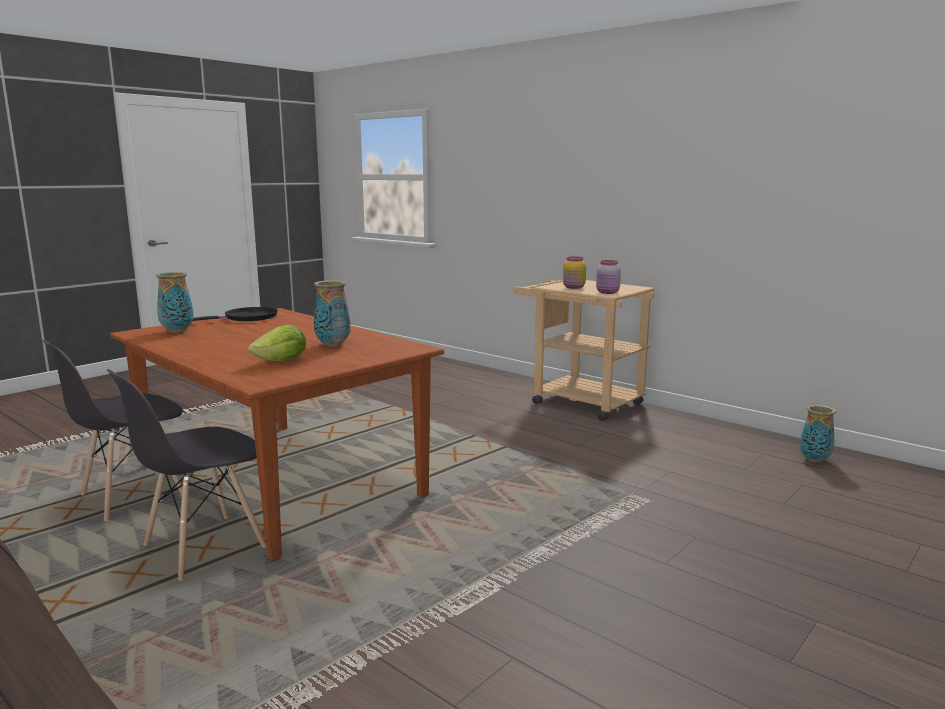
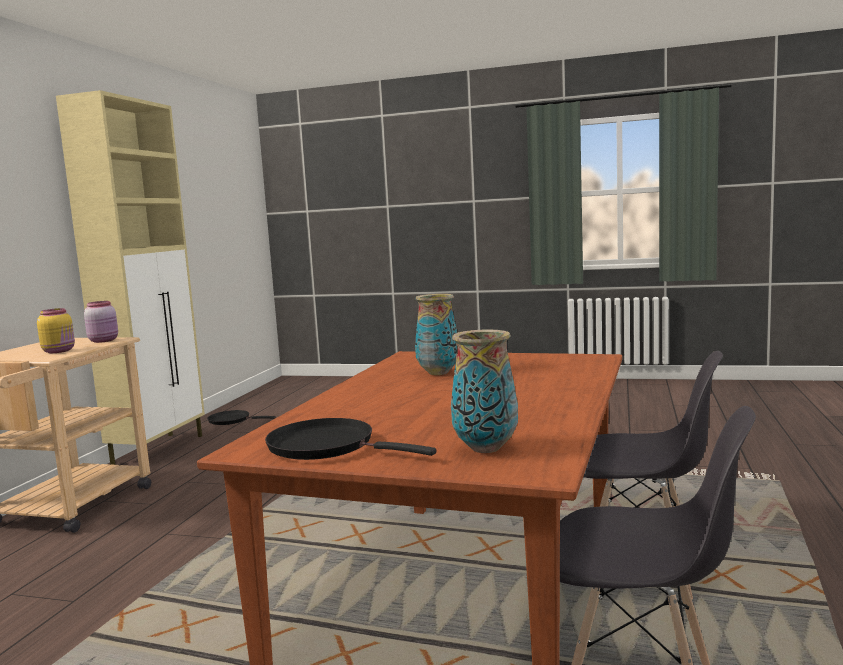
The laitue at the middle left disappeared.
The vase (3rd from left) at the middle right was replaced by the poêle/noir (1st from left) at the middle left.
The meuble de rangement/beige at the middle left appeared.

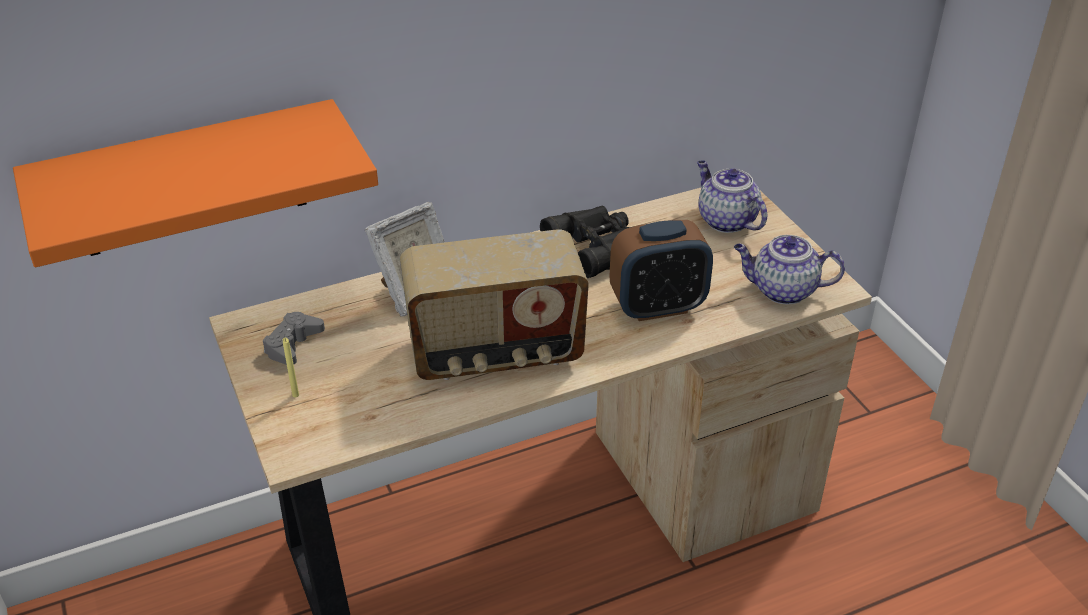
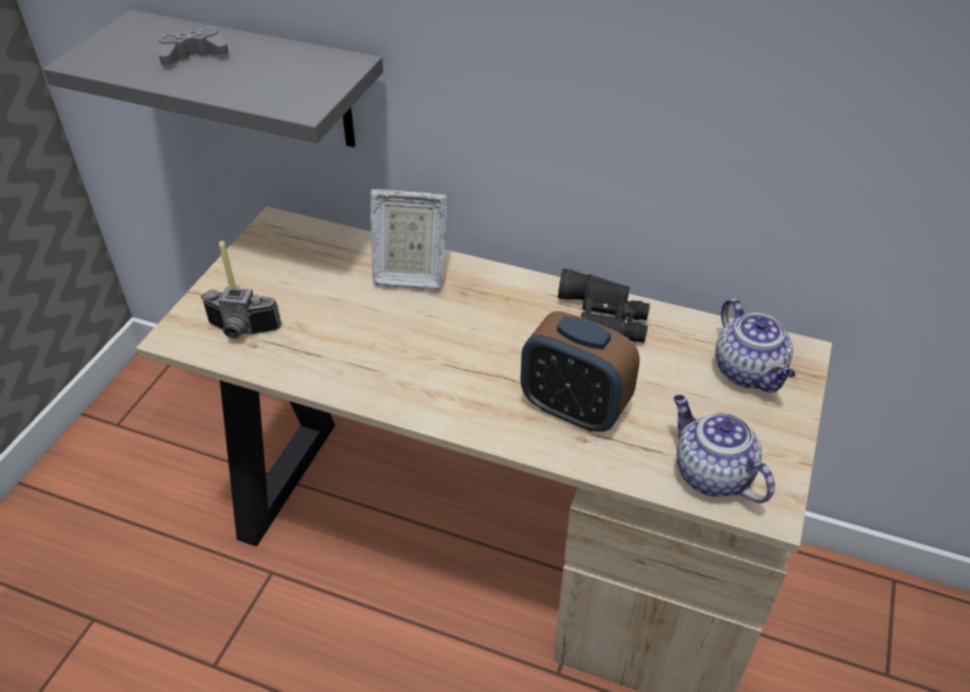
The étagère/orange at the top left became the étagère/gris at the top left.
The théière (1st from left in the first image) at the top right turned 150 degrees clockwise.
The radio at the centre disappeared.
The manette/gris moved from the middle left to the top left.
The appareil photo at the middle left appeared.

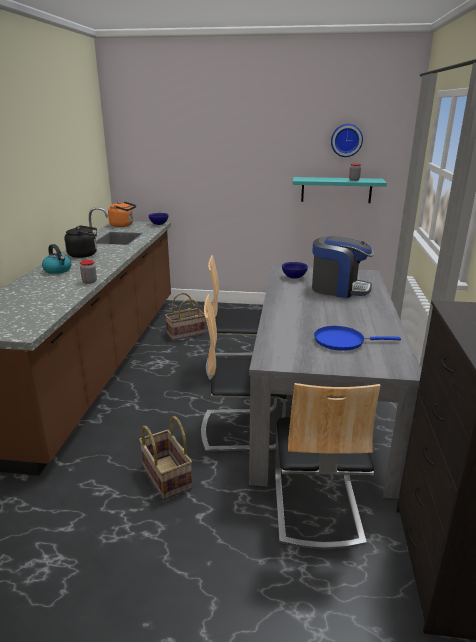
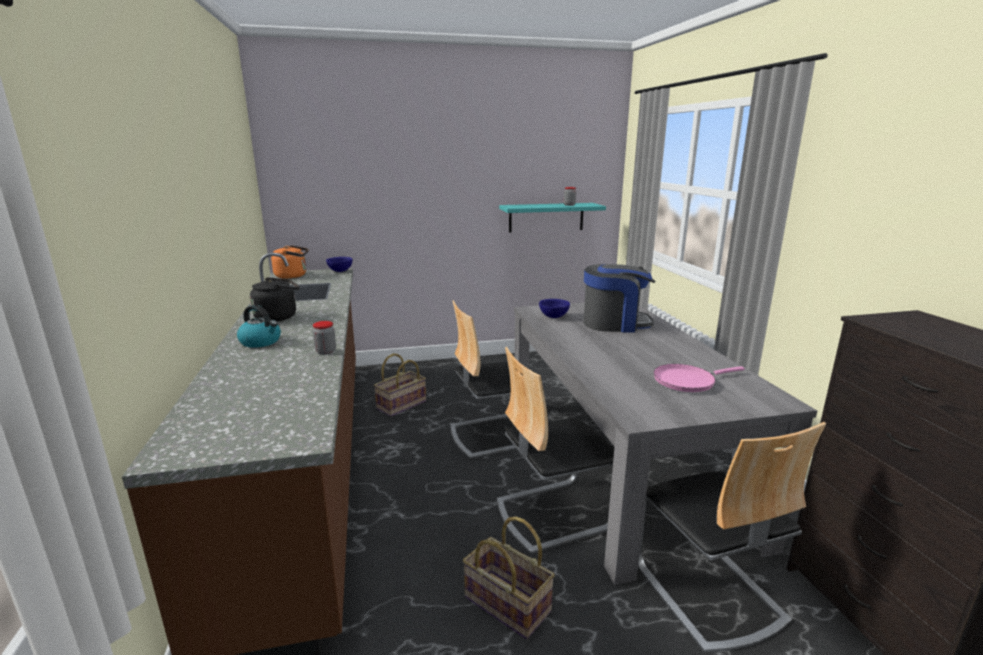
The horloge murale at the top right disappeared.
The poêle/bleu at the middle right became the poêle/rose at the middle right.

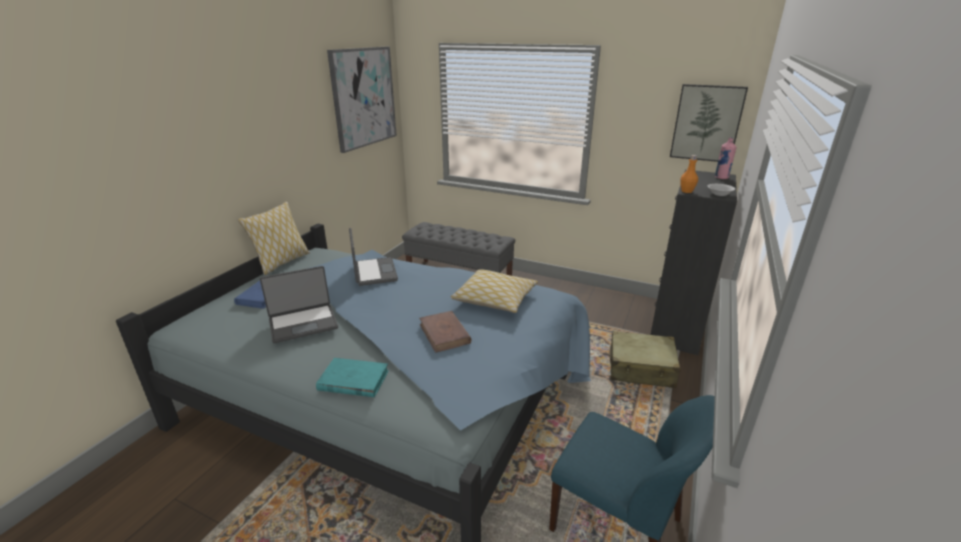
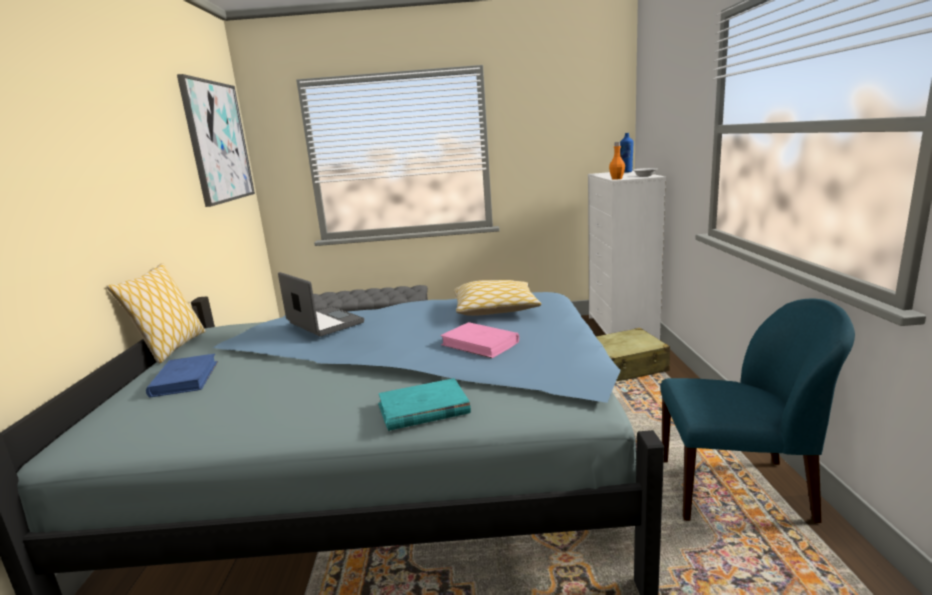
The tableau (2nd from left) at the top right disappeared.
The bouteille/rose at the top right became the bouteille/bleu at the top right.
The commode/noir at the middle right became the commode/blanc at the middle right.
The ordinateur portable (1st from left) at the middle left disappeared.
The livre/marron at the centre became the livre/rose at the centre.

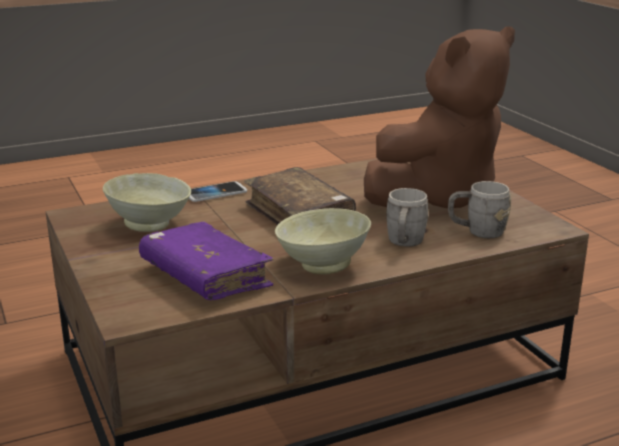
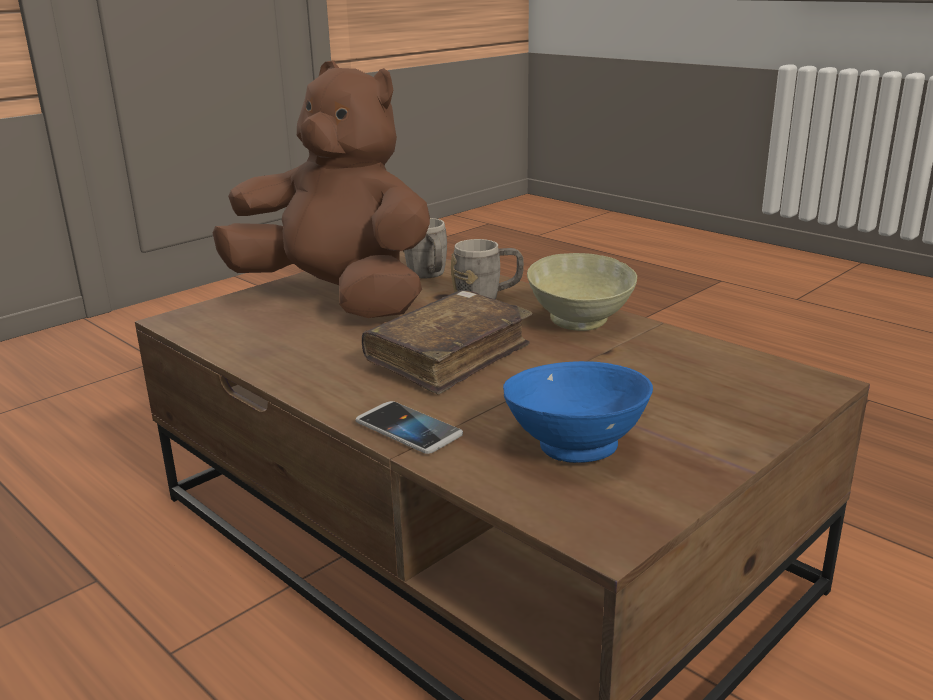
The bol/beige (1st from left) at the middle left became the bol/bleu at the centre.
The livre/violet at the middle left disappeared.

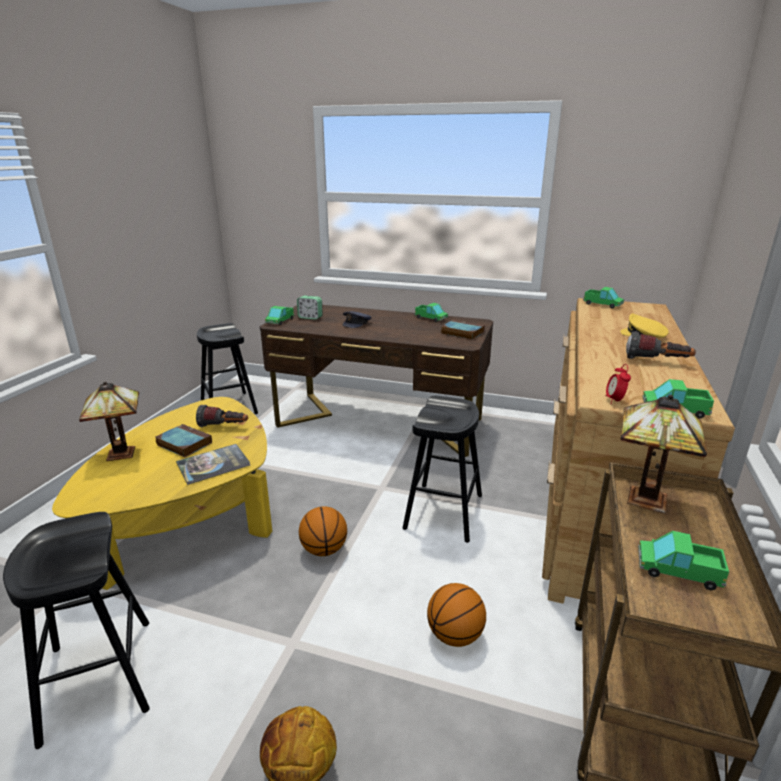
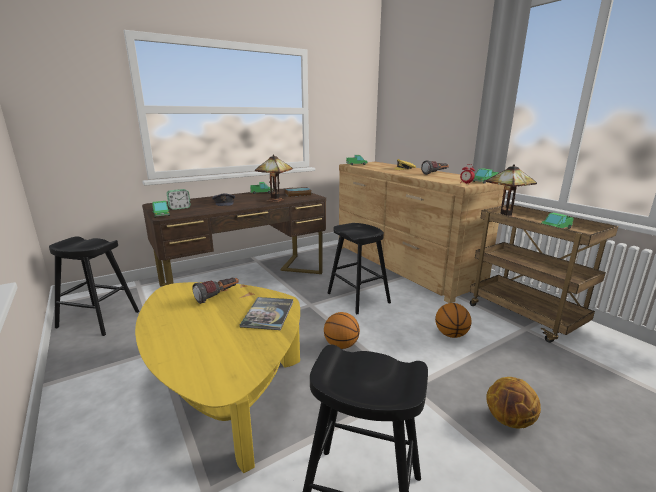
The lampe de table (1st from left) moved from the middle left to the centre.
The livre (1st from left) at the middle left disappeared.

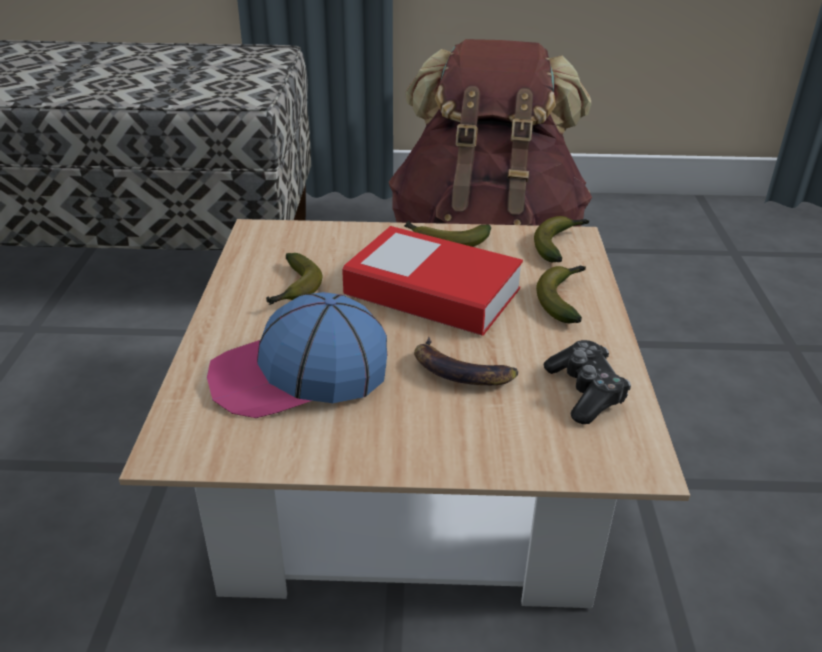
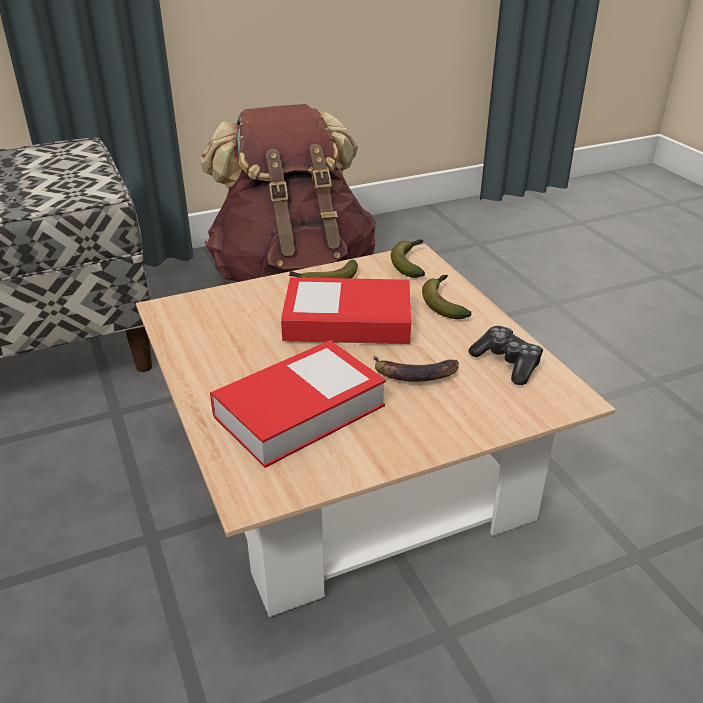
The banane (1st from left) at the centre disappeared.
The casquette at the centre was replaced by the livre (1st from left) at the centre.

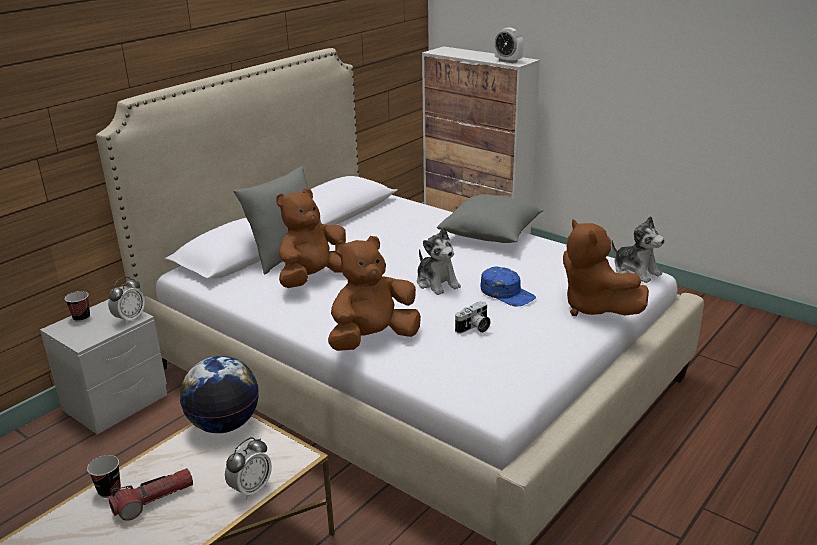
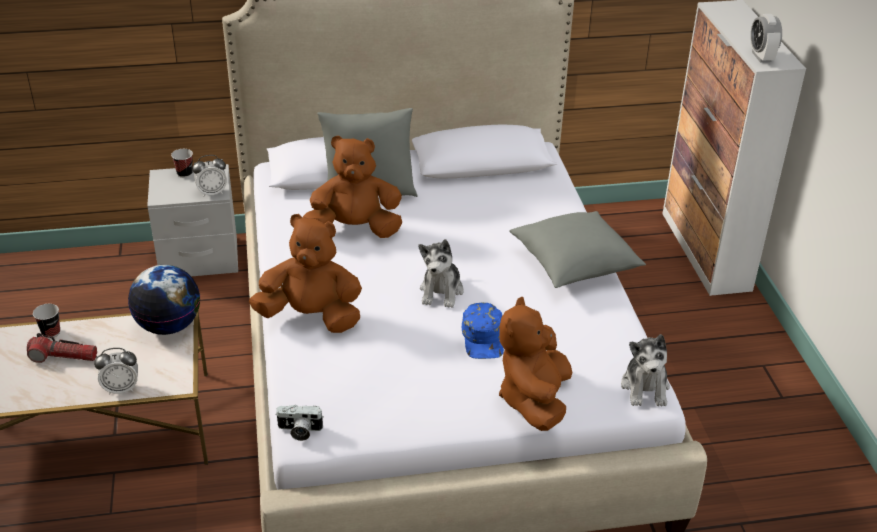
The appareil photo moved from the centre to the bottom centre.

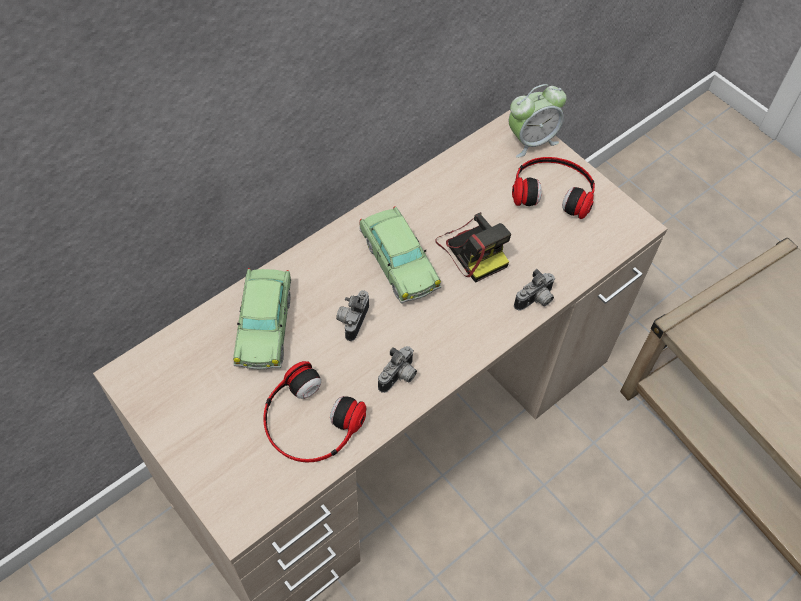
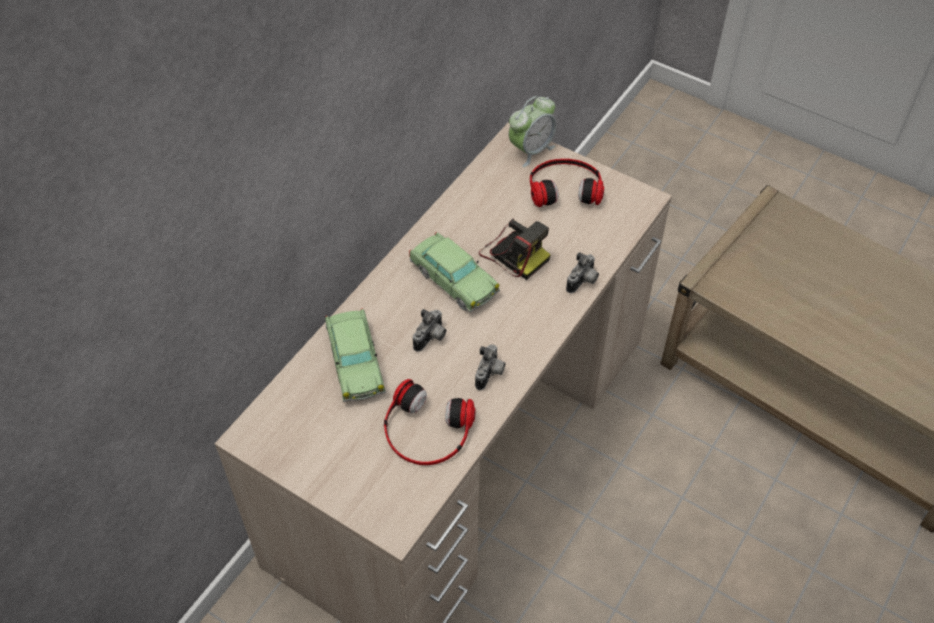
The appareil photo (1st from left) at the centre turned 150 degrees counterclockwise.

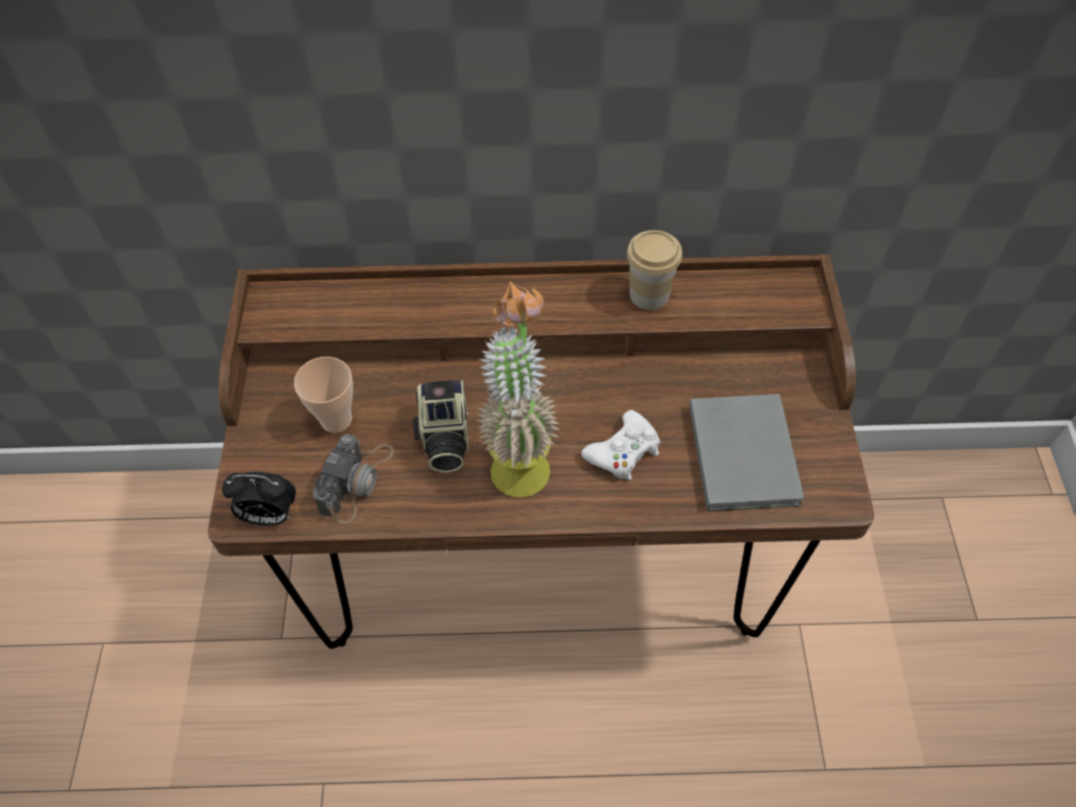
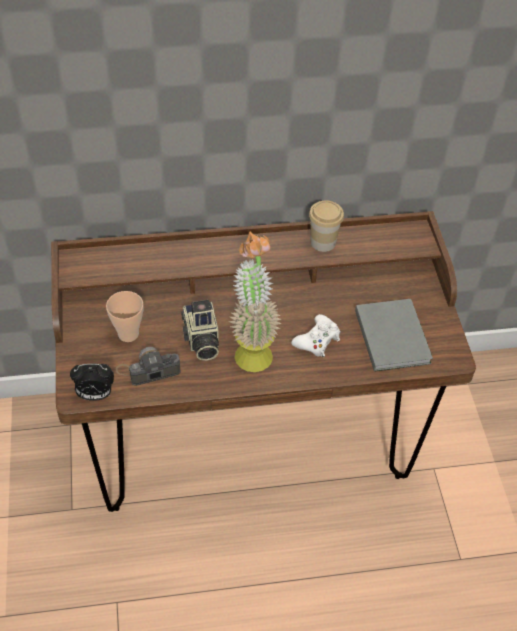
The appareil photo (1st from left) at the middle left turned 120 degrees counterclockwise.

